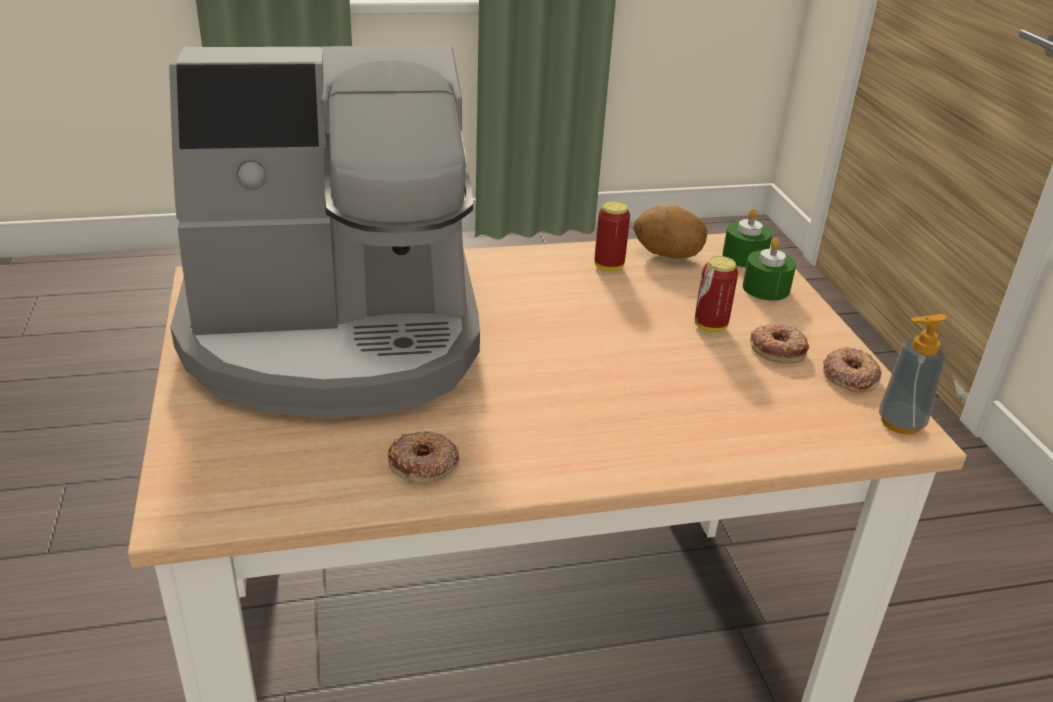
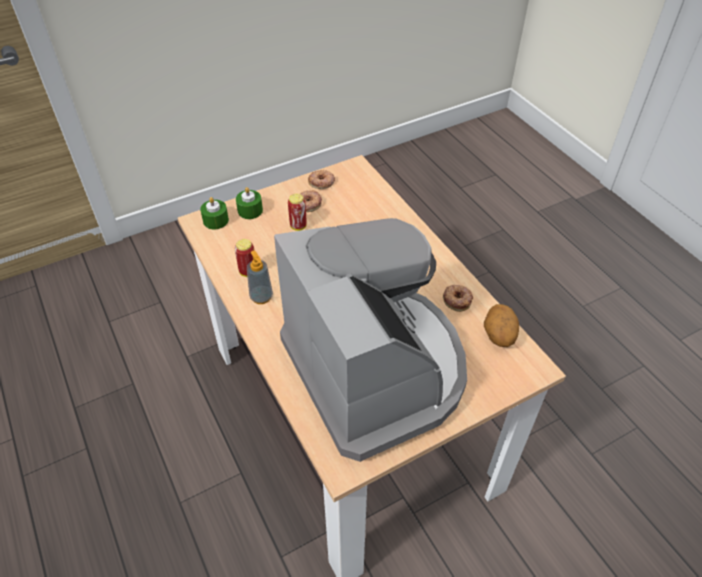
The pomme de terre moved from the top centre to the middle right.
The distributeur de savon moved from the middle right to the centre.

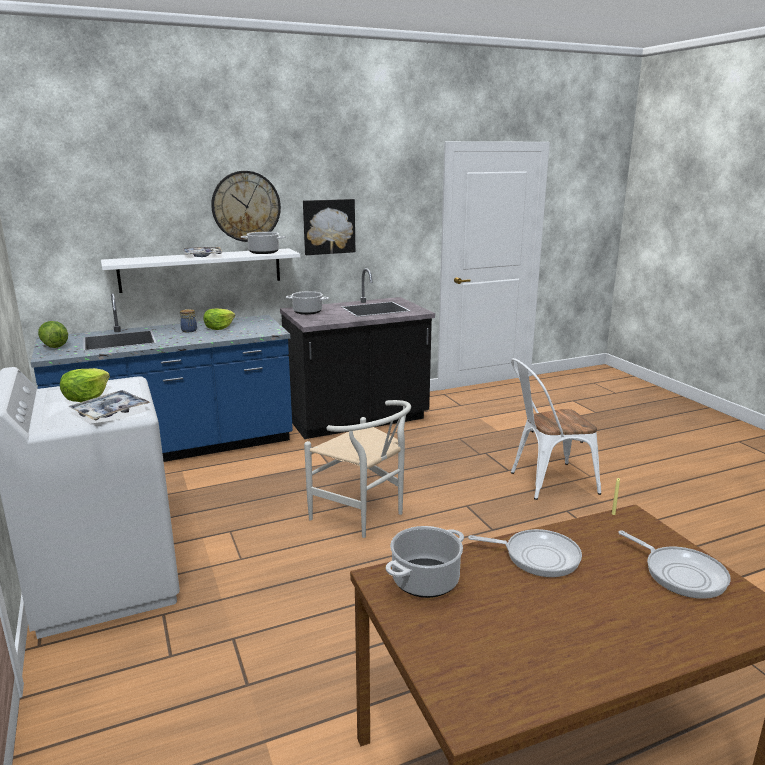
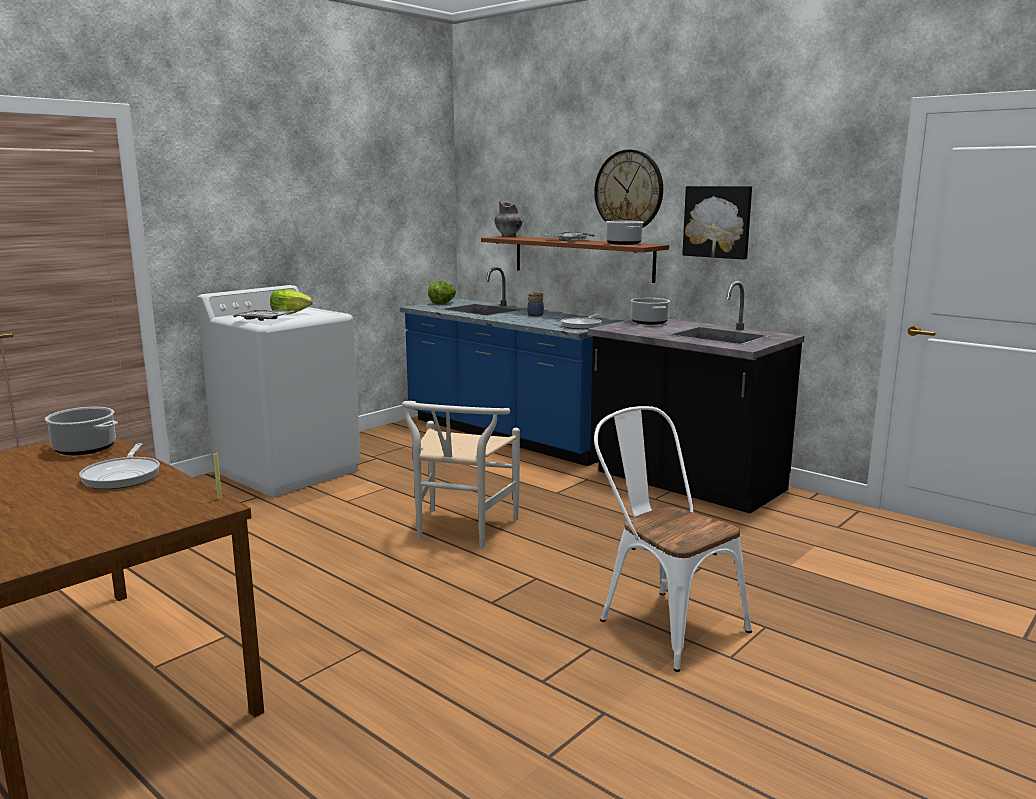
The étagère/blanc at the middle left became the étagère/marron at the top centre.
The laitue (3rd from left) at the middle left disappeared.
The poêle (2nd from left) moved from the bottom right to the centre.
The vase/gris at the top centre appeared.

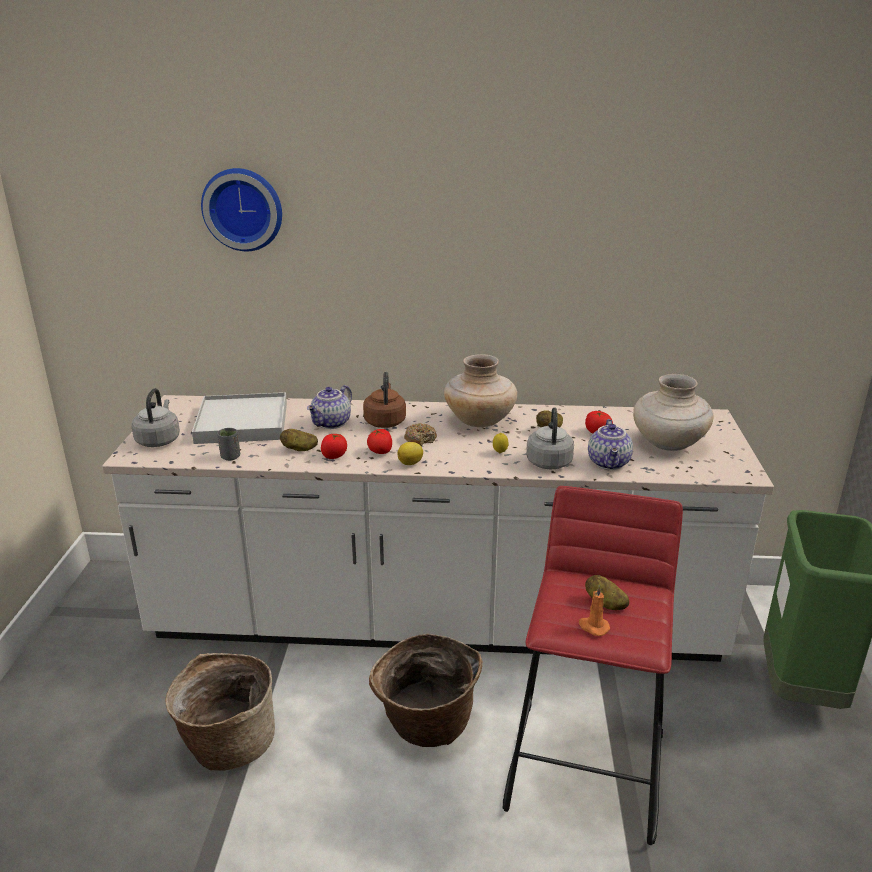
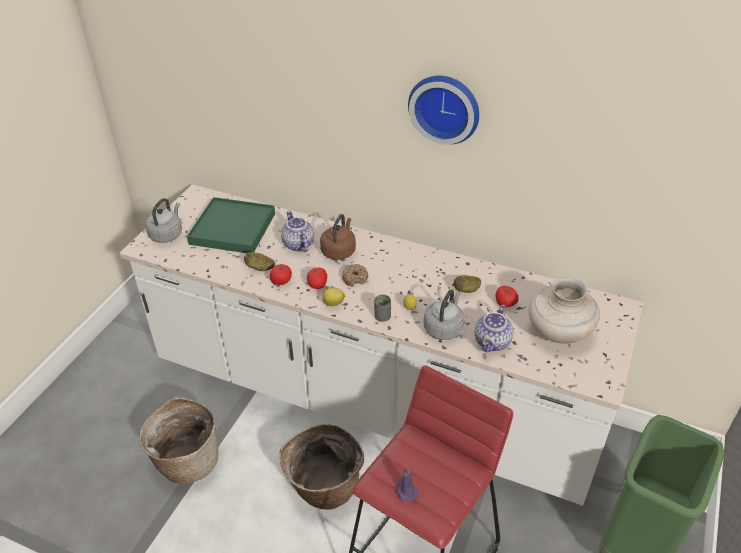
The horloge murale moved from the top left to the top centre.
The vase/beige (1st from left) at the centre disappeared.
The théière (1st from left) at the centre turned 105 degrees clockwise.
The plateau/blanc at the middle left became the plateau/vert at the middle left.
The tasse/gris moved from the middle left to the centre.
The pomme de terre (3rd from left) at the bottom right disappeared.
The bougie/orange at the bottom right became the bougie/violet at the bottom centre.

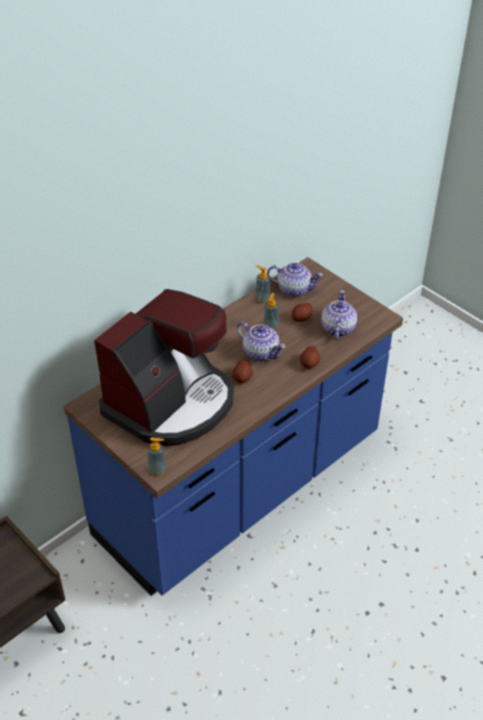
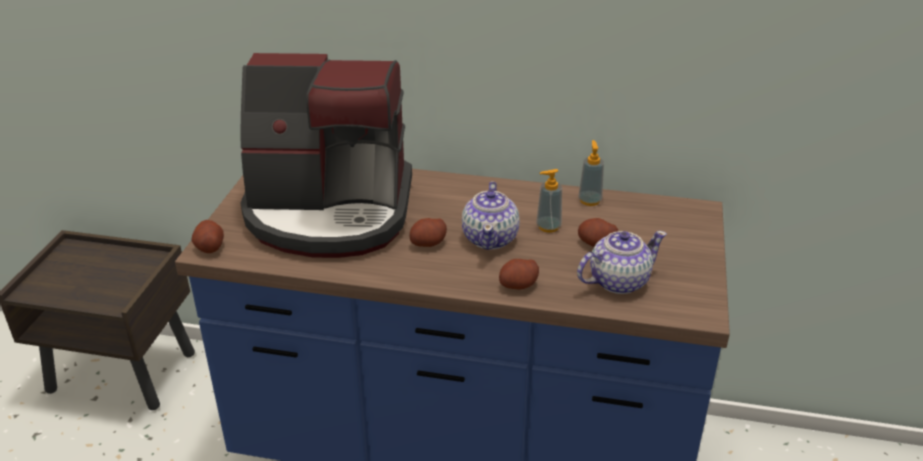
The théière (2nd from left) at the centre disappeared.
The distributeur de savon (1st from left) at the middle left was replaced by the pomme de terre (1st from left) at the middle left.

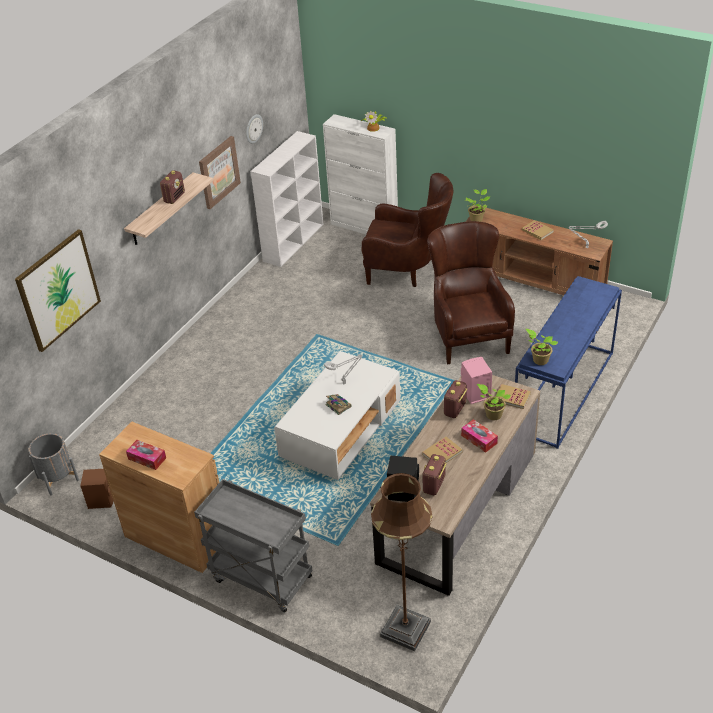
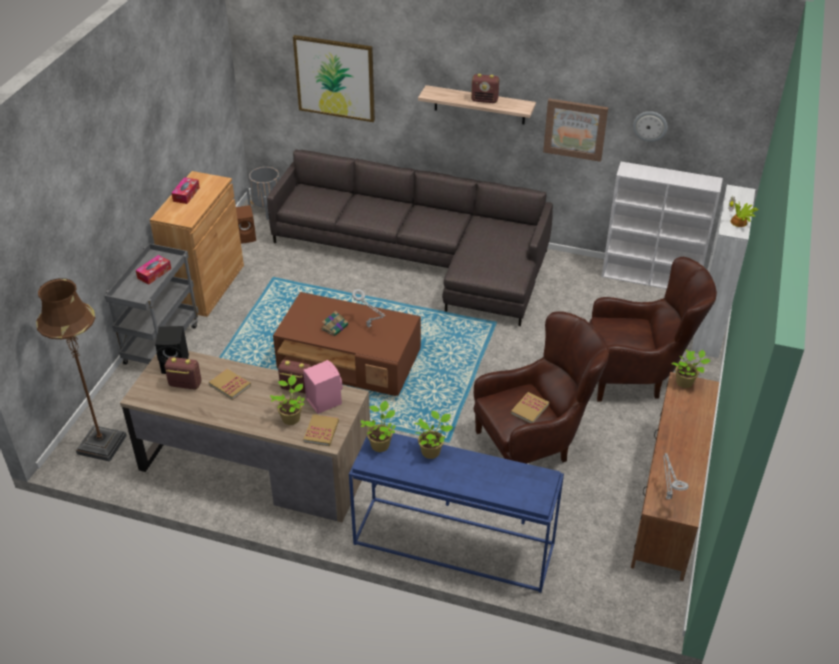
The fauteuil/marron (1st from left in the first image) at the top centre turned 90 degrees counterclockwise.
The livre (4th from left) moved from the top right to the centre.
The table basse/blanc at the centre became the table basse/marron at the centre.
The boîte à mouchoirs (2nd from left in the first image) moved from the middle right to the middle left.
The canapé/gris at the centre appeared.
The plante en pot (3rd from left) at the centre appeared.

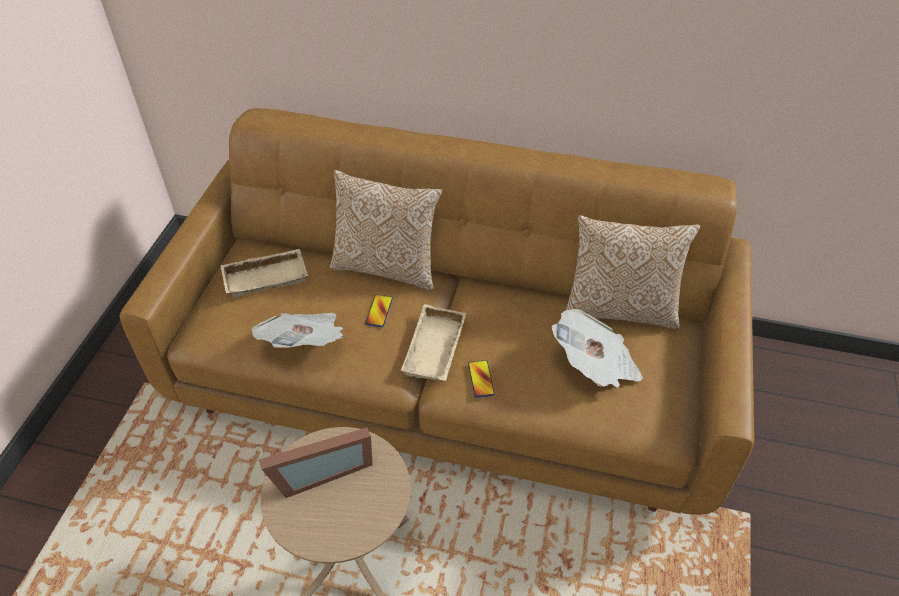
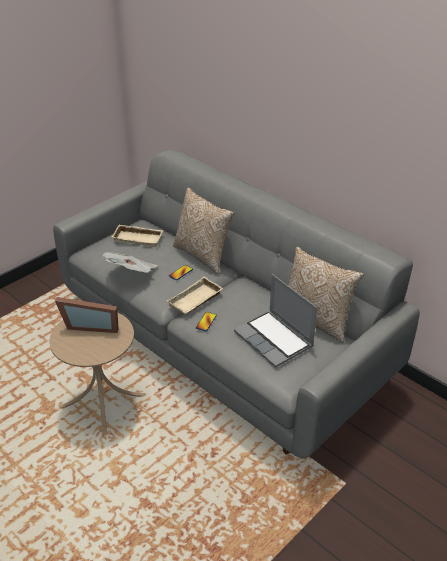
The canapé/marron at the centre became the canapé/gris at the centre.
The journal (2nd from left) at the centre was replaced by the ordinateur portable at the centre.

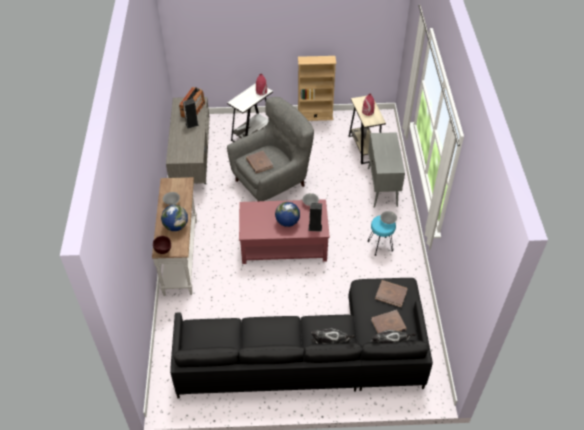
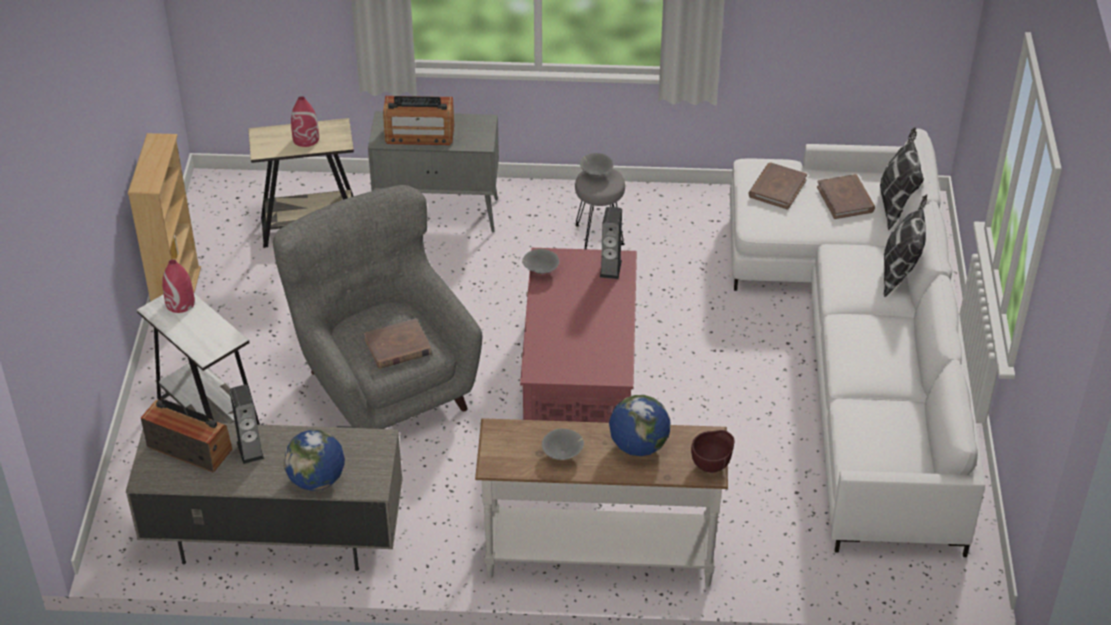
The globe (2nd from left in the first image) moved from the centre to the bottom left.
The tabouret/turquoise at the centre became the tabouret/gris at the top centre.
The canapé/noir at the bottom centre became the canapé/blanc at the middle right.
The radio (2nd from left) at the top centre appeared.

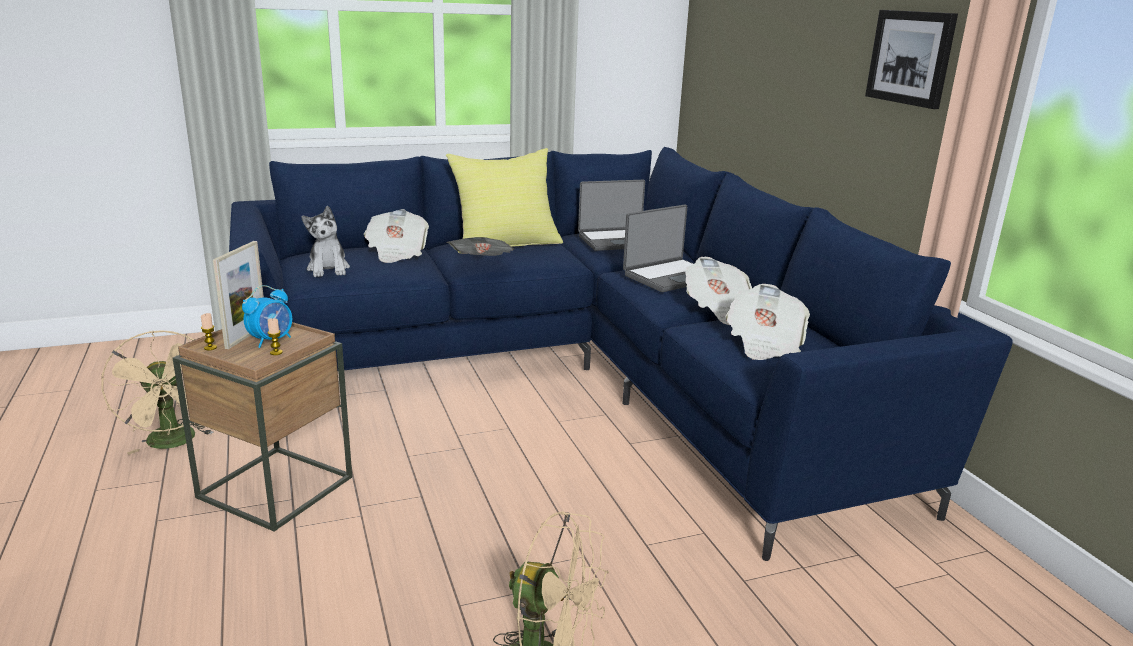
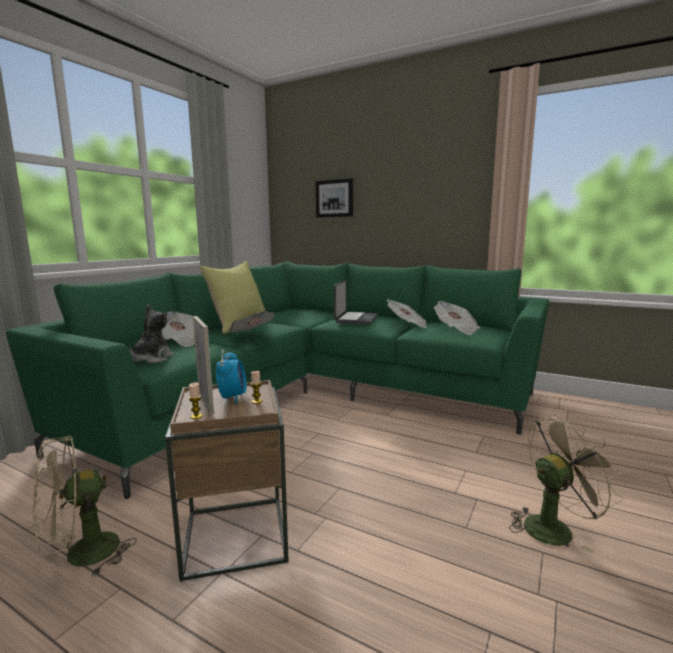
The tableau moved from the top right to the top centre.
The canapé/bleu at the centre became the canapé/vert at the centre.
The ordinateur portable (1st from left) at the top centre disappeared.
The peluche at the middle left turned 105 degrees counterclockwise.
The ventilateur/beige (1st from left) at the middle left turned 120 degrees clockwise.

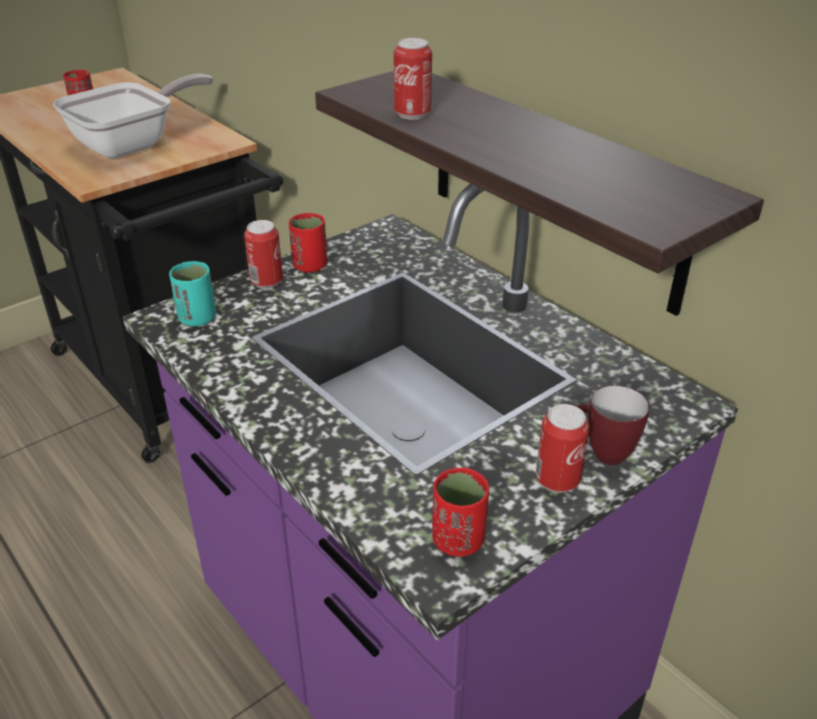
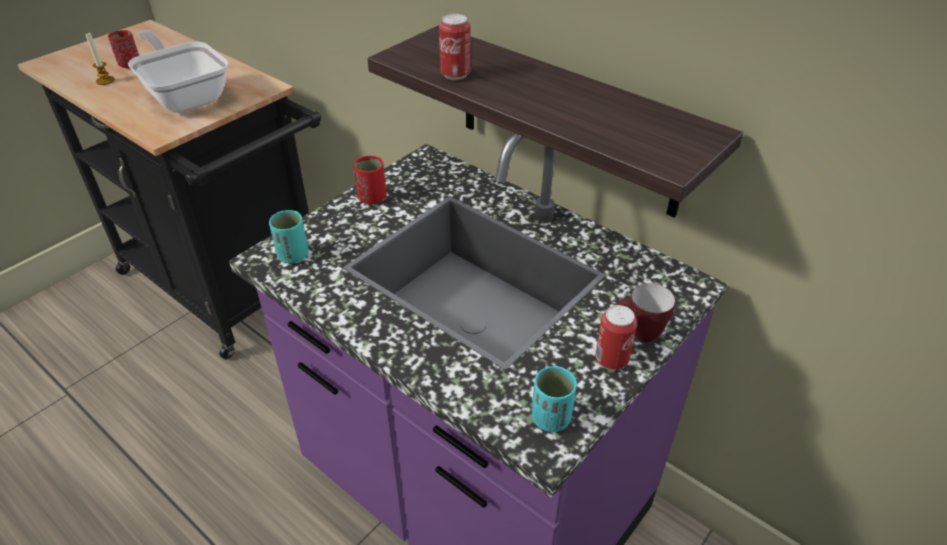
The poêle at the top left turned 75 degrees counterclockwise.
The boîte métallique (1st from left) at the middle left disappeared.
The tasse/rouge (3rd from left) at the bottom centre became the tasse/turquoise (2nd from left) at the bottom centre.
The bougie at the top left appeared.

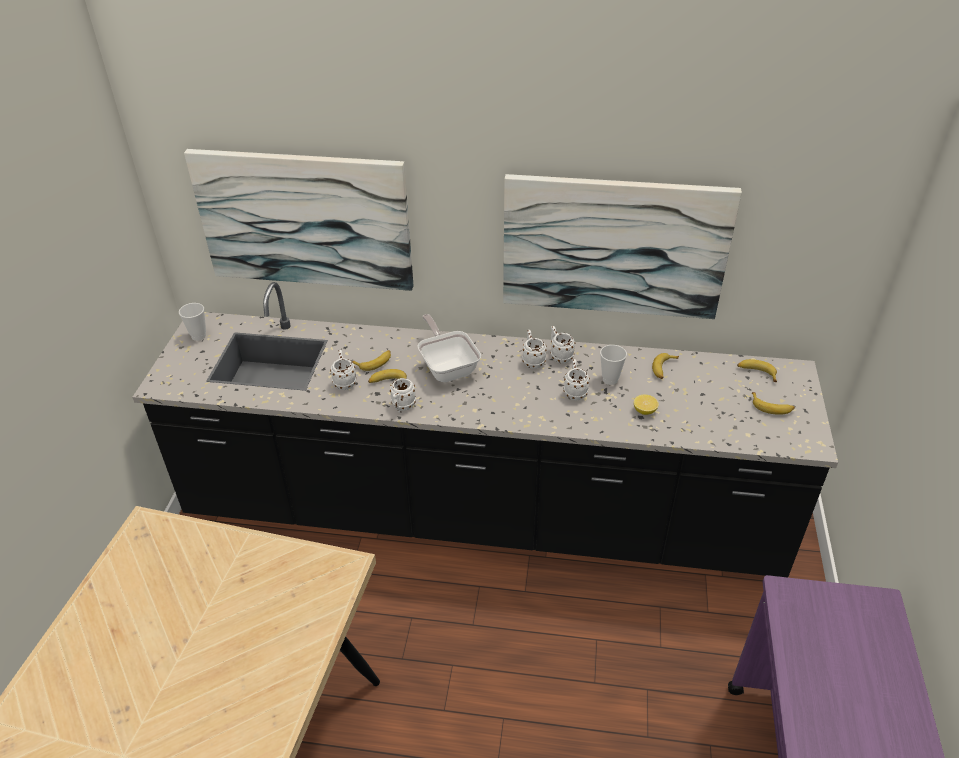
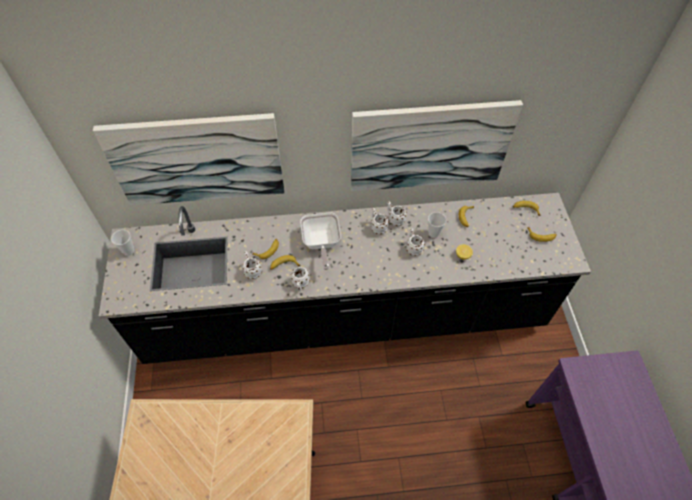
The poêle at the centre turned 150 degrees counterclockwise.

